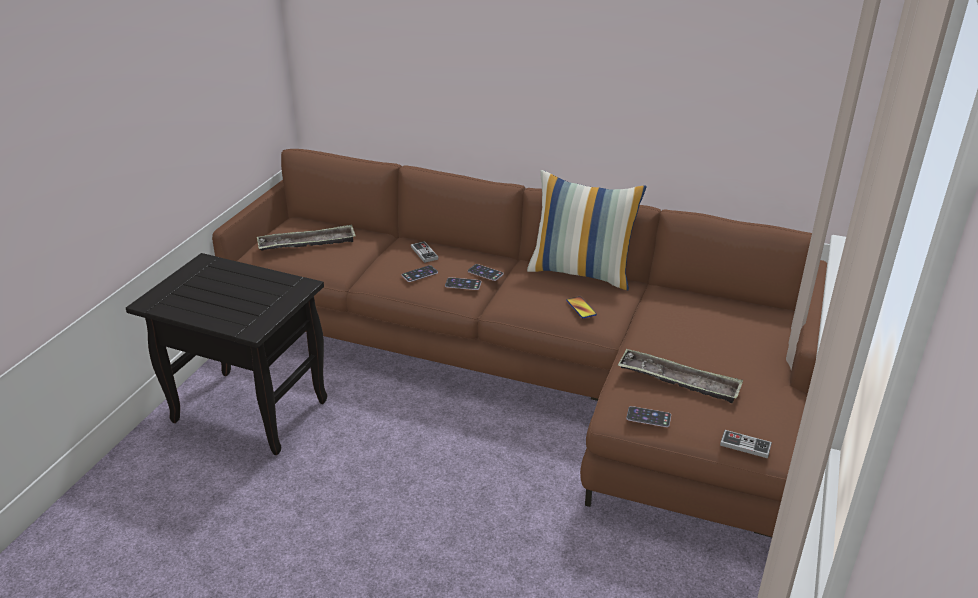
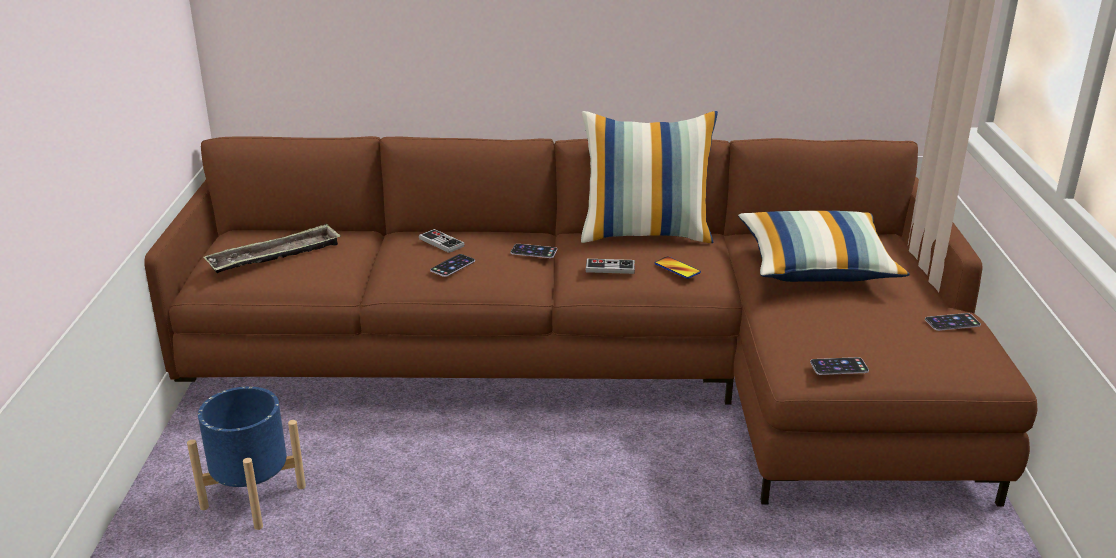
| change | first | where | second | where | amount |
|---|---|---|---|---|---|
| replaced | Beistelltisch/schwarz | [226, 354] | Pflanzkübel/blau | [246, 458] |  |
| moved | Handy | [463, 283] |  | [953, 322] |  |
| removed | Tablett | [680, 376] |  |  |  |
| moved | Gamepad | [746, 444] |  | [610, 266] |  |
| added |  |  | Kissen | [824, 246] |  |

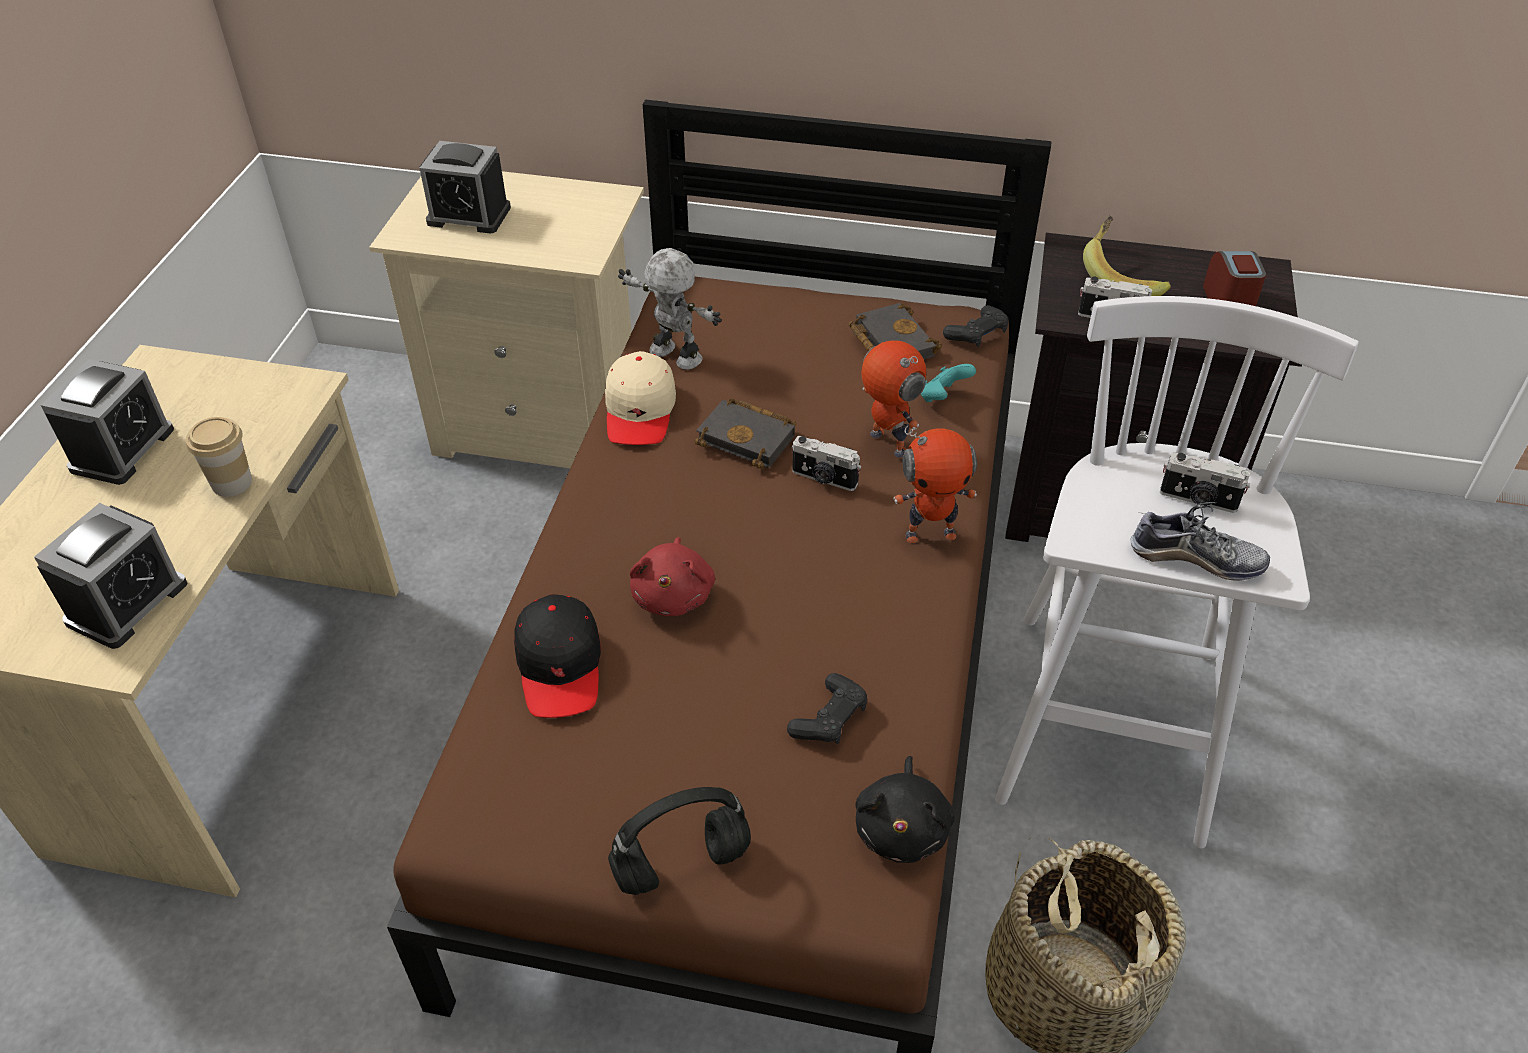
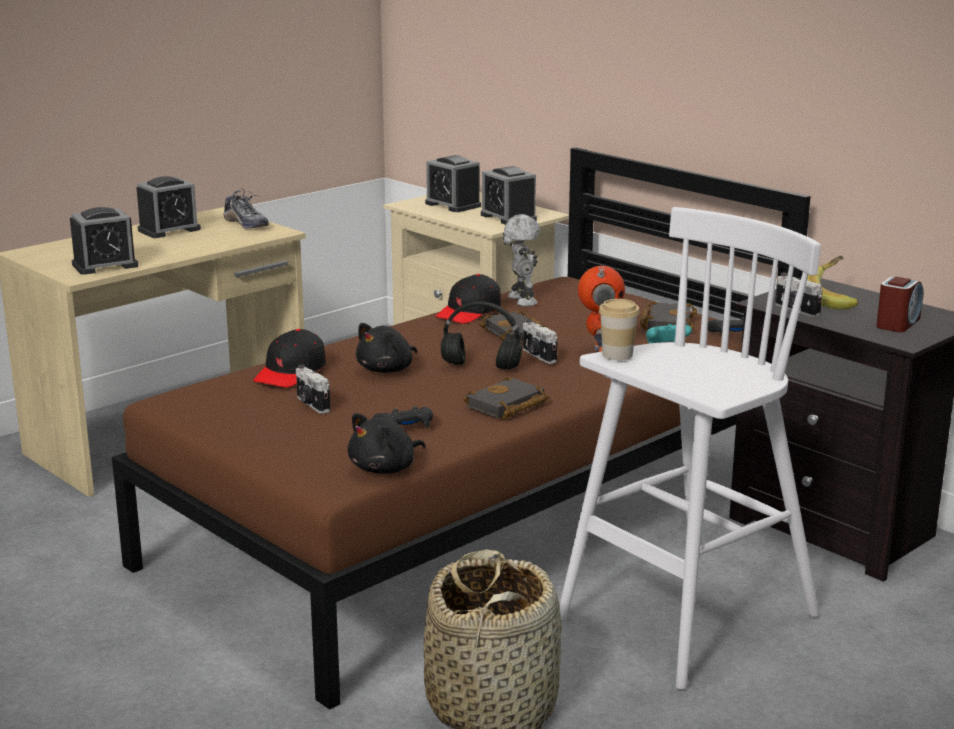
| change | first | where | second | where | amount |
|---|---|---|---|---|---|
| moved | Tasse | [219, 457] |  | [619, 329] |  |
| recoloured | Kappe/beige | [640, 398] | Kappe/schwarz | [468, 299] |  |
| moved | Kopfhörer/schwarz | [679, 841] |  | [481, 335] |  |
| recoloured | Plüschtier/rot | [672, 576] | Plüschtier/schwarz | [386, 348] |  |
| removed | Spielzeugroboter | [935, 484] |  |  |  |
| moved | Schuh | [1200, 541] |  | [246, 208] |  |
| moved | Kamera | [1205, 482] |  | [313, 389] |  |
| added |  |  | Buch/schwarz | [506, 397] |  |
| added |  |  | Wecker | [509, 195] |  |

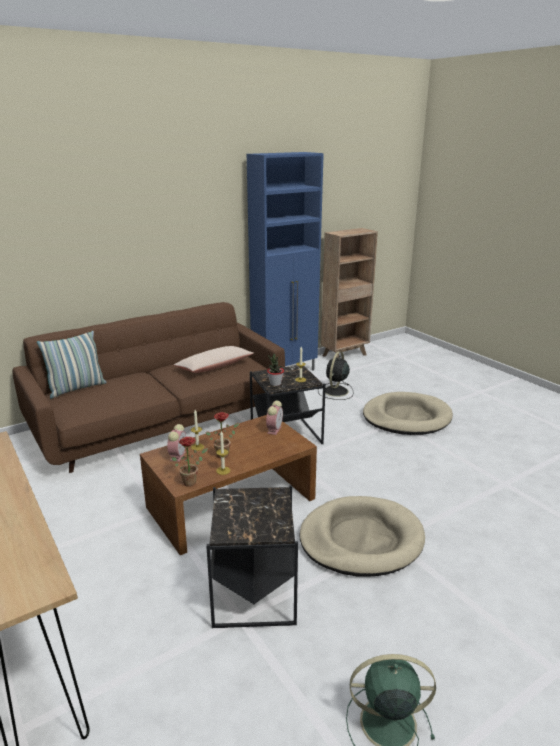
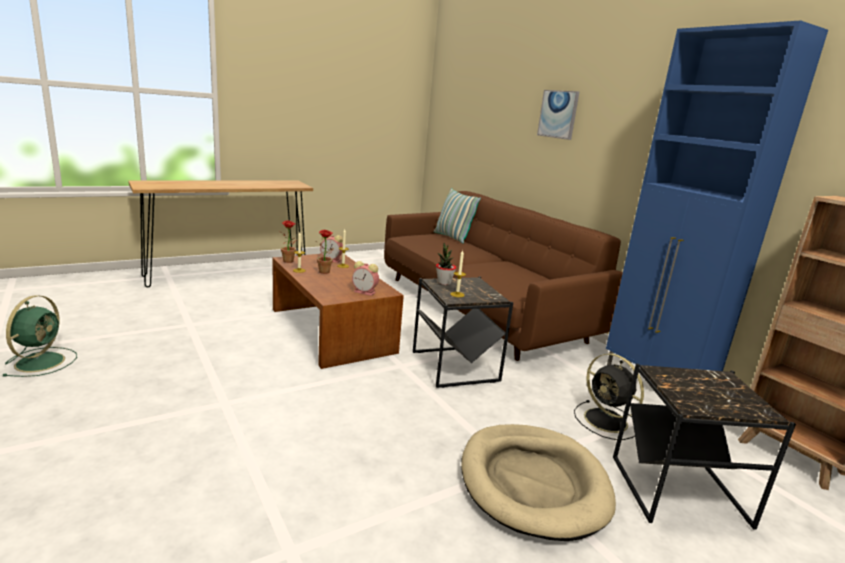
| change | first | where | second | where | amount |
|---|---|---|---|---|---|
| removed | Kissen/beige | [214, 359] |  |  |  |
| moved | Beistelltisch/schwarz | [252, 556] |  | [704, 447] |  |
| removed | Hundebett/beige | [362, 536] |  |  |  |
| turned | Ventilator/schwarz | [335, 375] |  | [609, 396] | 150 degrees counterclockwise |
| added |  |  | Bild | [558, 115] |  |

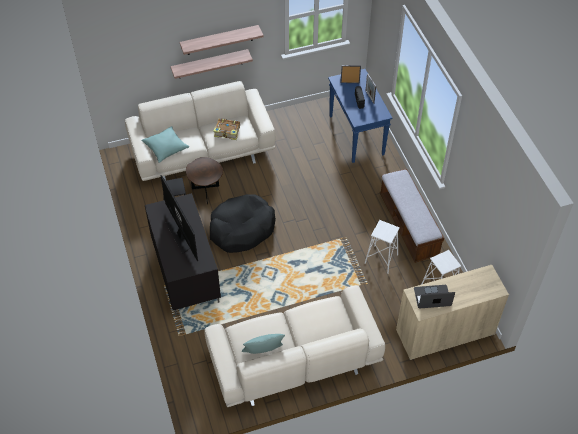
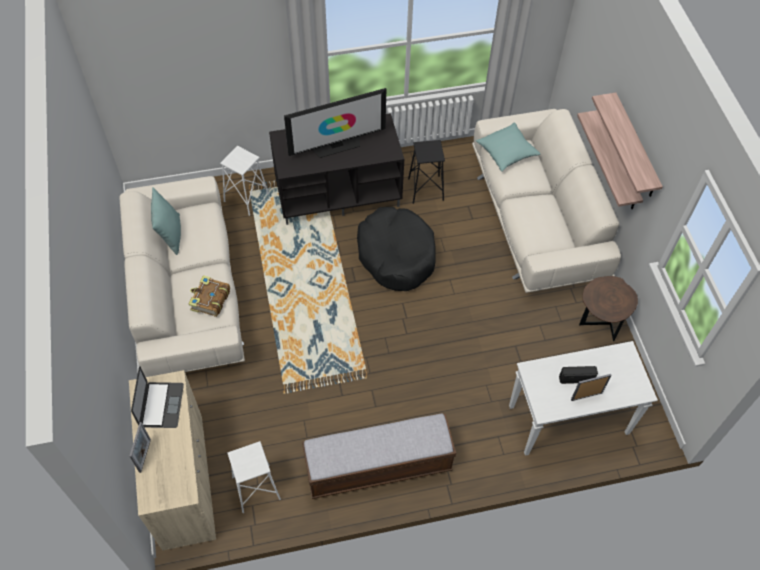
| change | first | where | second | where | amount |
|---|---|---|---|---|---|
| moved | Beistelltisch/braun | [204, 180] |  | [608, 308] |  |
| moved | Buch | [227, 129] |  | [209, 296] |  |
| recoloured | Konsolentisch/blau | [360, 116] | Konsolentisch/weiß | [583, 398] |  |
| moved | Bilderrahmen | [350, 74] |  | [140, 447] |  |
| moved | Hocker/weiß | [382, 247] |  | [244, 181] |  |

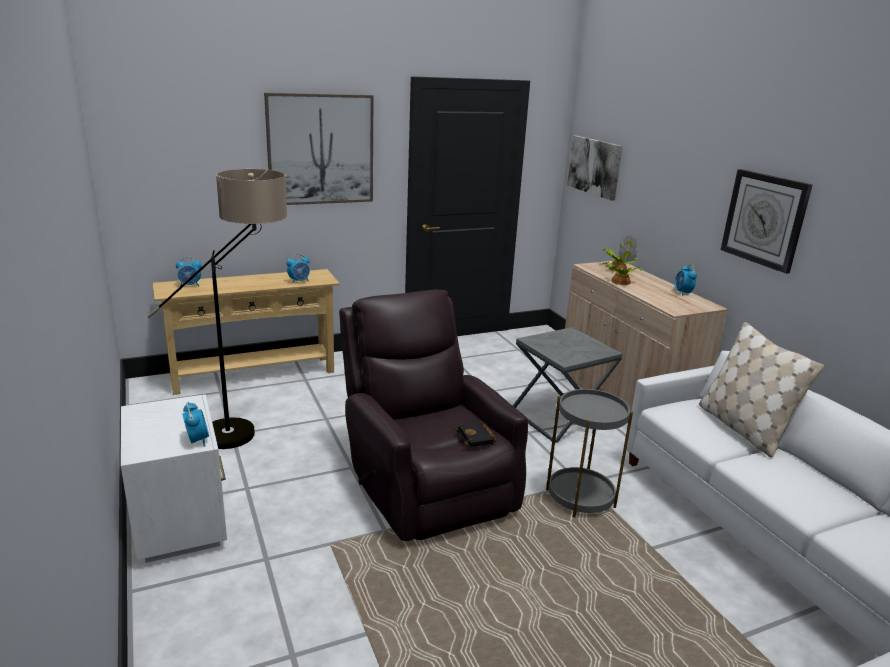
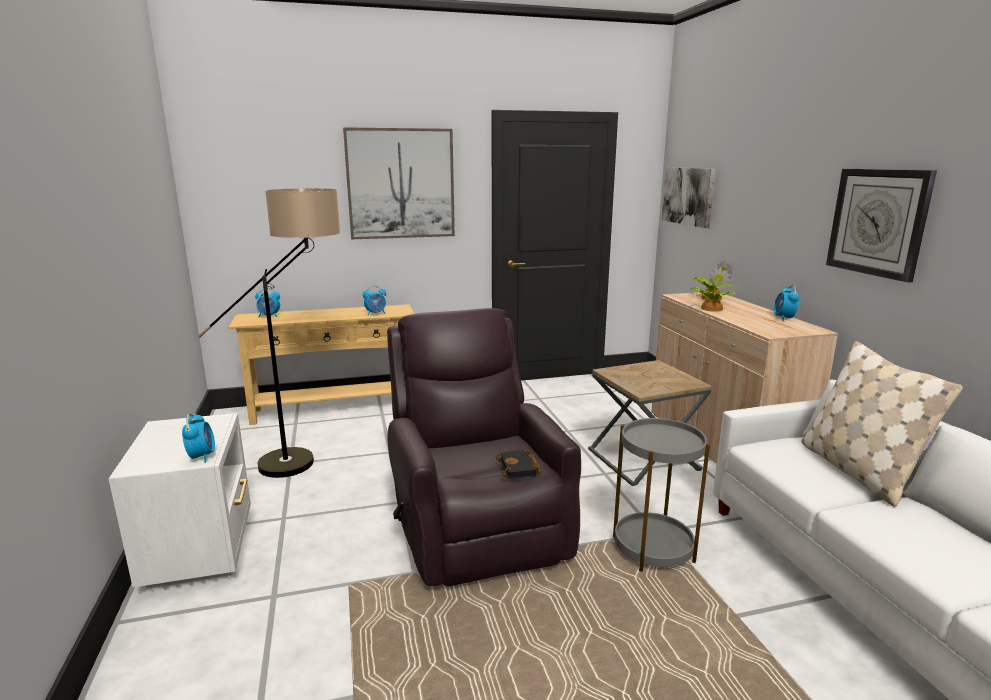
| change | first | where | second | where | amount |
|---|---|---|---|---|---|
| recoloured | Beistelltisch/grau | [567, 385] | Beistelltisch/braun | [650, 423] |  |

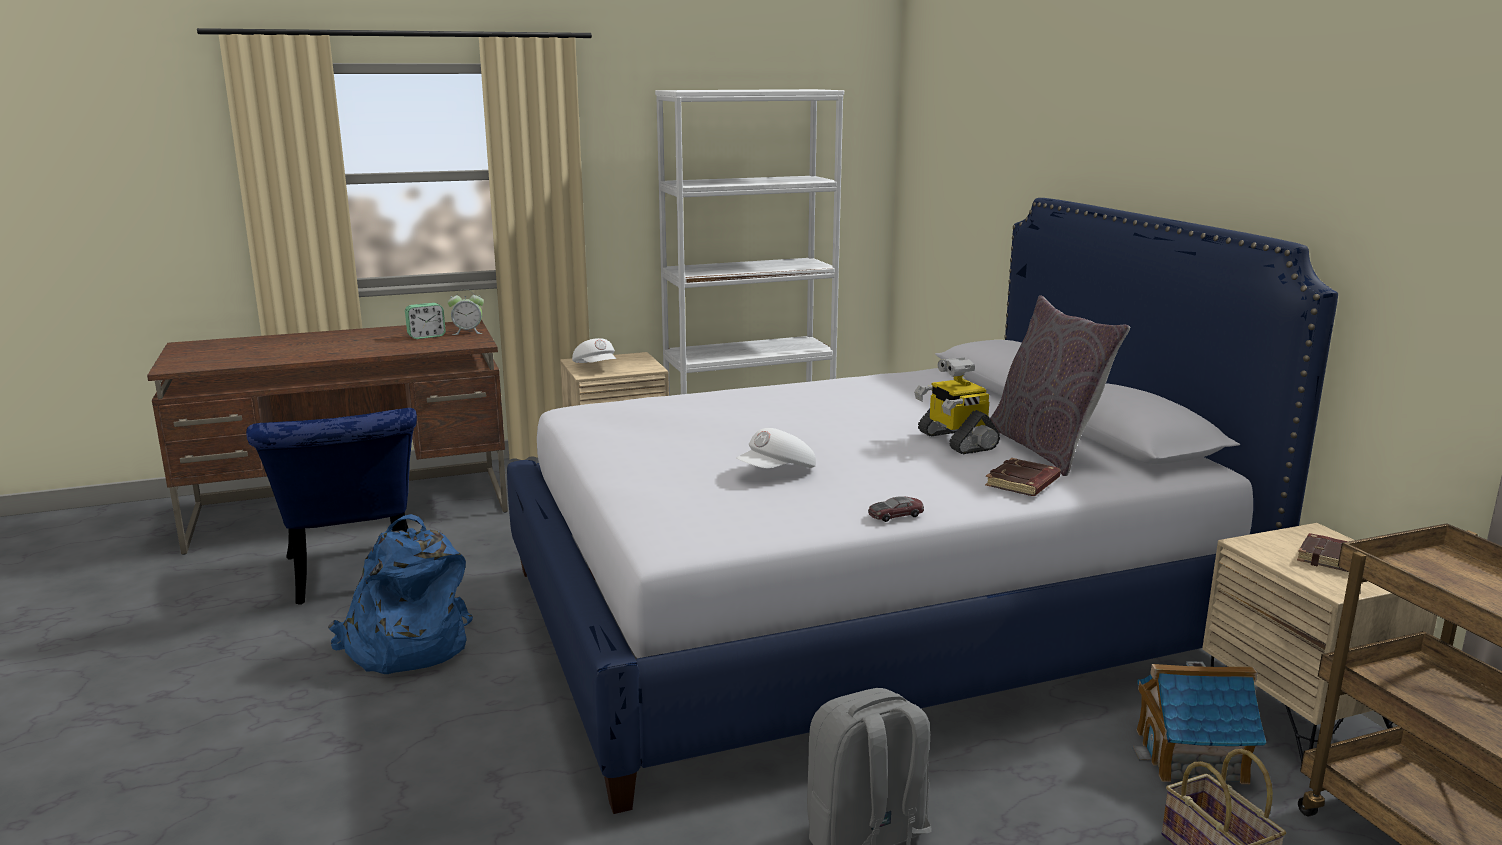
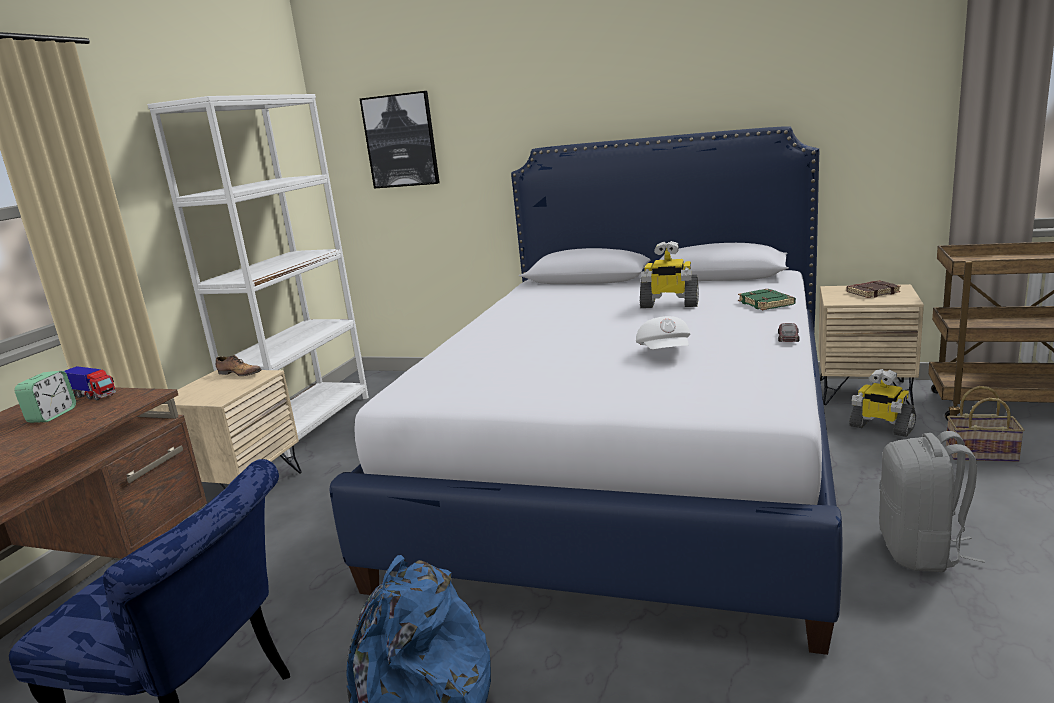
| change | first | where | second | where | amount |
|---|---|---|---|---|---|
| replaced | Wecker | [466, 312] | Spielzeuglaster | [90, 383] |  |
| removed | Kappe/weiß | [594, 350] |  |  |  |
| recoloured | Buch/braun | [1023, 477] | Buch/grün | [767, 299] |  |
| removed | Kissen/grau | [1060, 385] |  |  |  |
| replaced | Spielzeughaus | [1200, 722] | Spielzeugroboter | [882, 403] |  |
| added |  |  | Schuh | [239, 365] |  |
| added |  |  | Bild | [400, 140] |  |

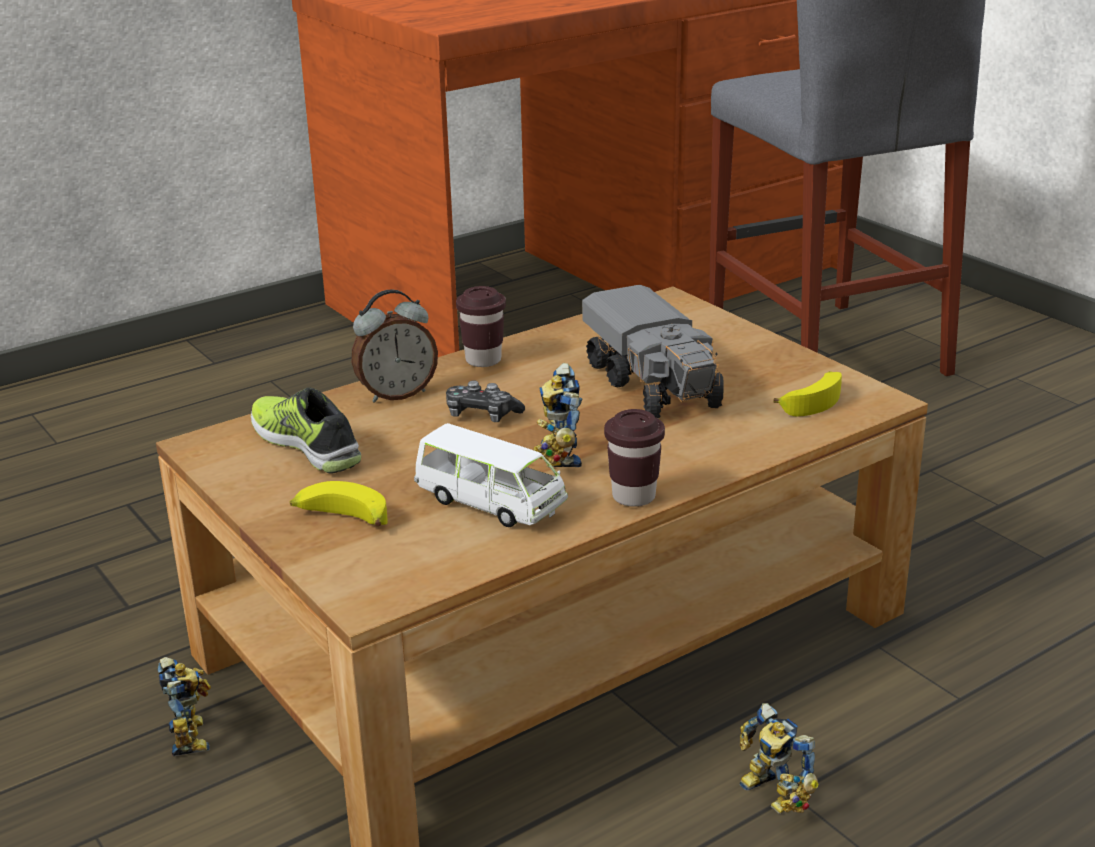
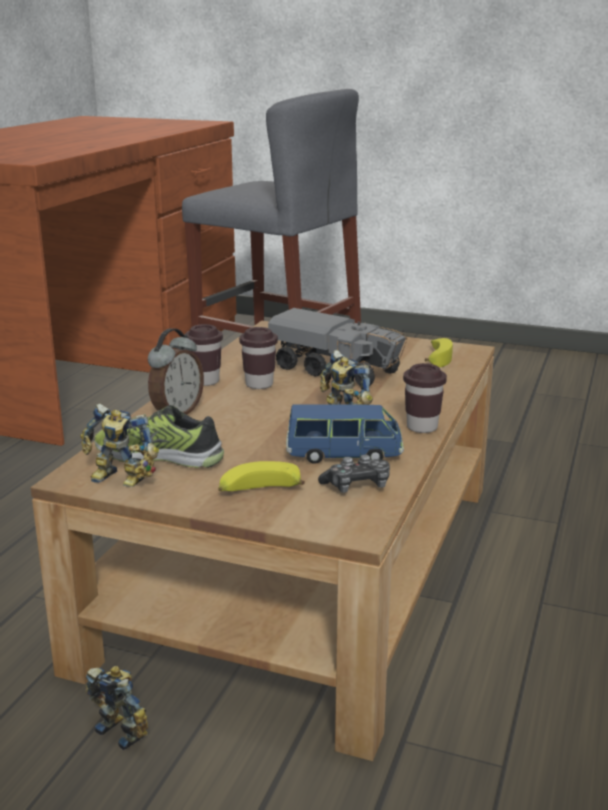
| change | first | where | second | where | amount |
|---|---|---|---|---|---|
| recoloured | Spielzeugauto/weiß | [491, 475] | Spielzeugauto/blau | [345, 434] |  |
| moved | Gamepad | [485, 401] |  | [354, 474] |  |
| moved | Spielzeugroboter | [779, 758] |  | [119, 445] |  |
| added |  |  | Tasse/braun | [258, 358] |  |

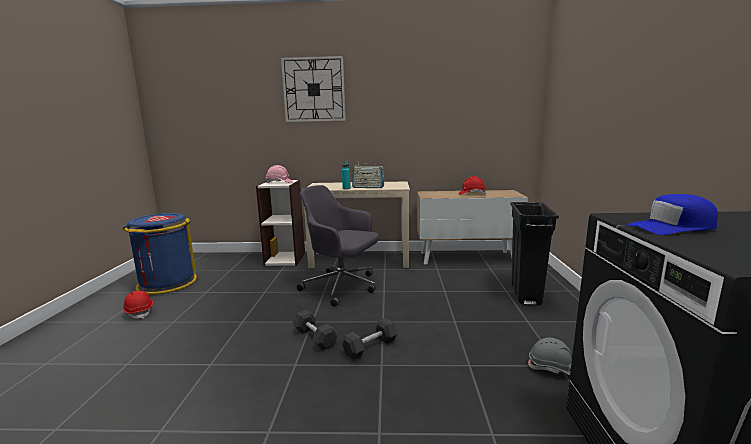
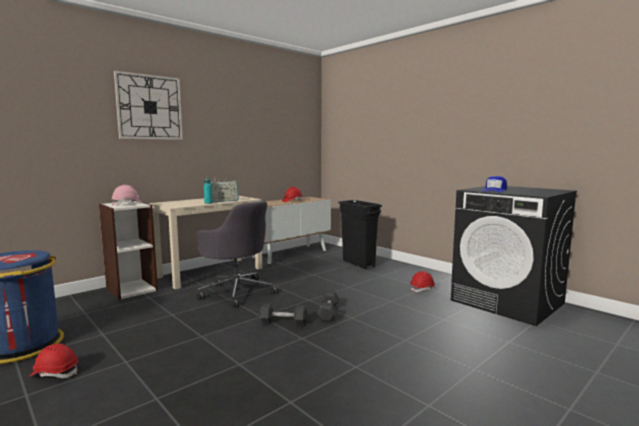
| change | first | where | second | where | amount |
|---|---|---|---|---|---|
| turned | Bürostuhl/grau | [338, 246] |  | [237, 254] | 120 degrees counterclockwise |
| recoloured | Schutzhelm/grau | [549, 357] | Schutzhelm/rot | [423, 281] |  |

